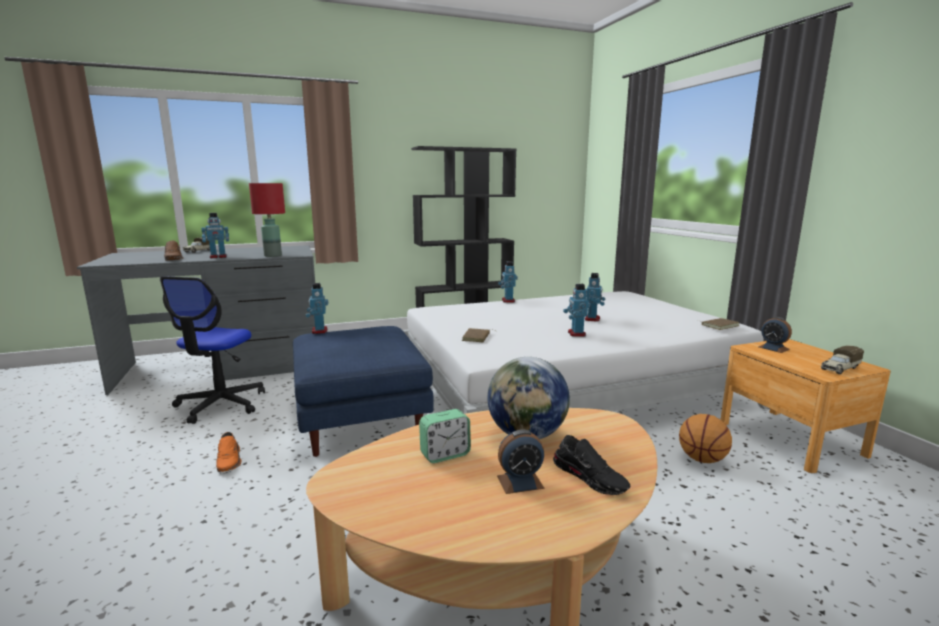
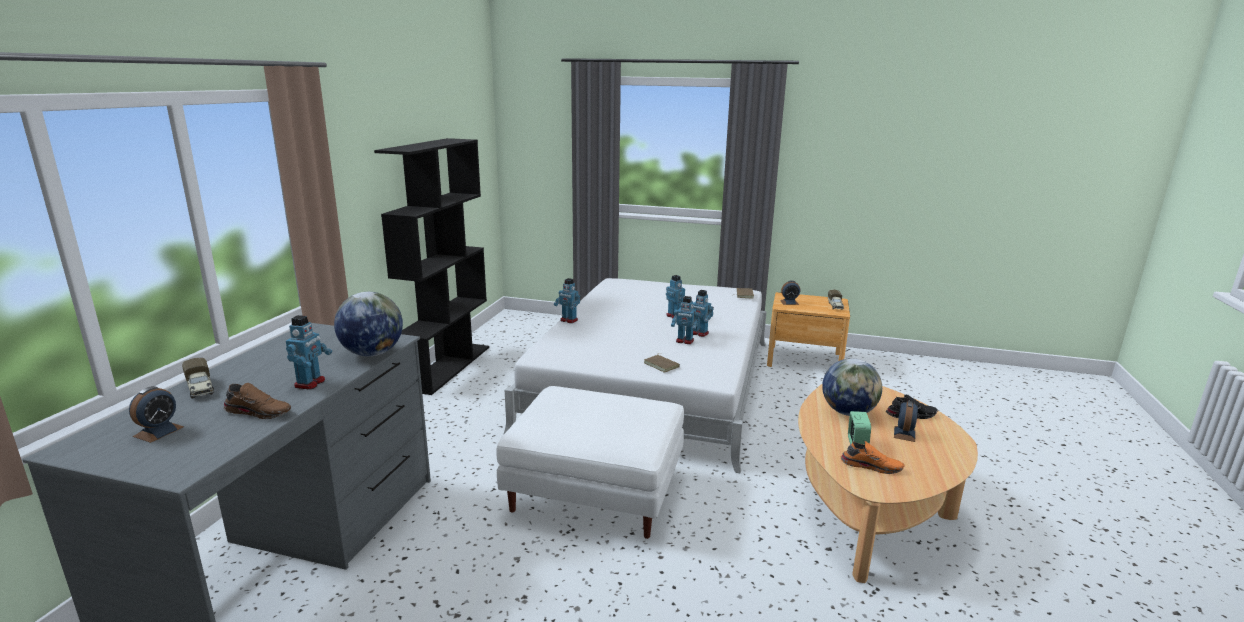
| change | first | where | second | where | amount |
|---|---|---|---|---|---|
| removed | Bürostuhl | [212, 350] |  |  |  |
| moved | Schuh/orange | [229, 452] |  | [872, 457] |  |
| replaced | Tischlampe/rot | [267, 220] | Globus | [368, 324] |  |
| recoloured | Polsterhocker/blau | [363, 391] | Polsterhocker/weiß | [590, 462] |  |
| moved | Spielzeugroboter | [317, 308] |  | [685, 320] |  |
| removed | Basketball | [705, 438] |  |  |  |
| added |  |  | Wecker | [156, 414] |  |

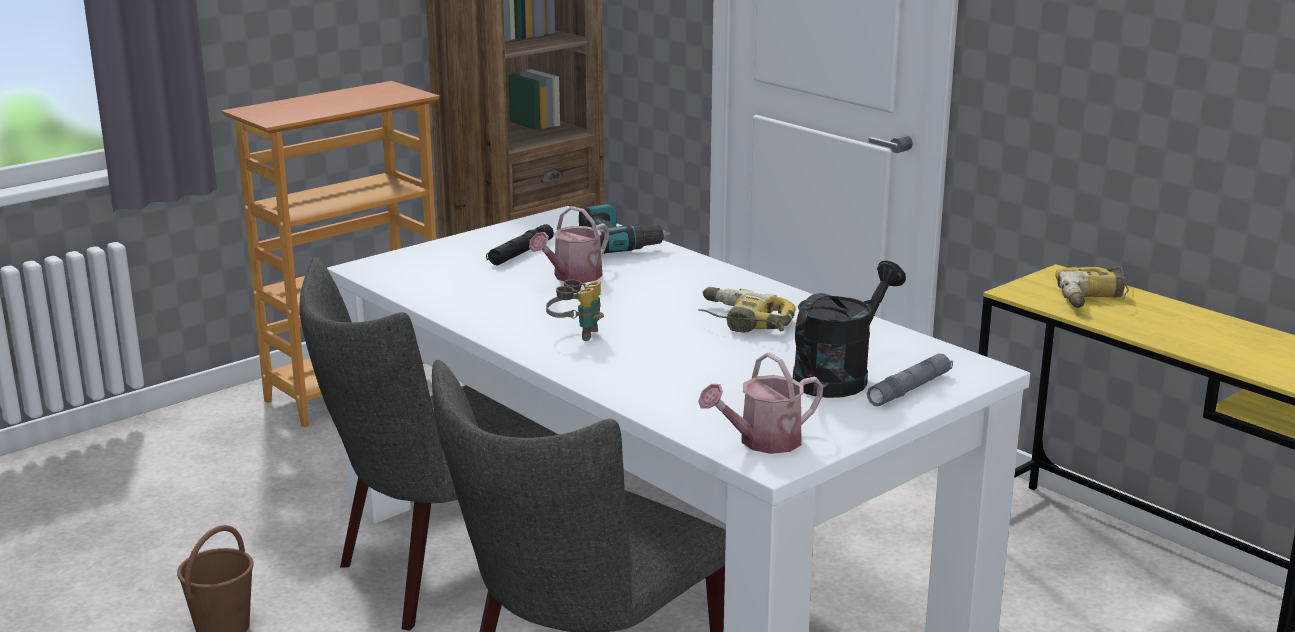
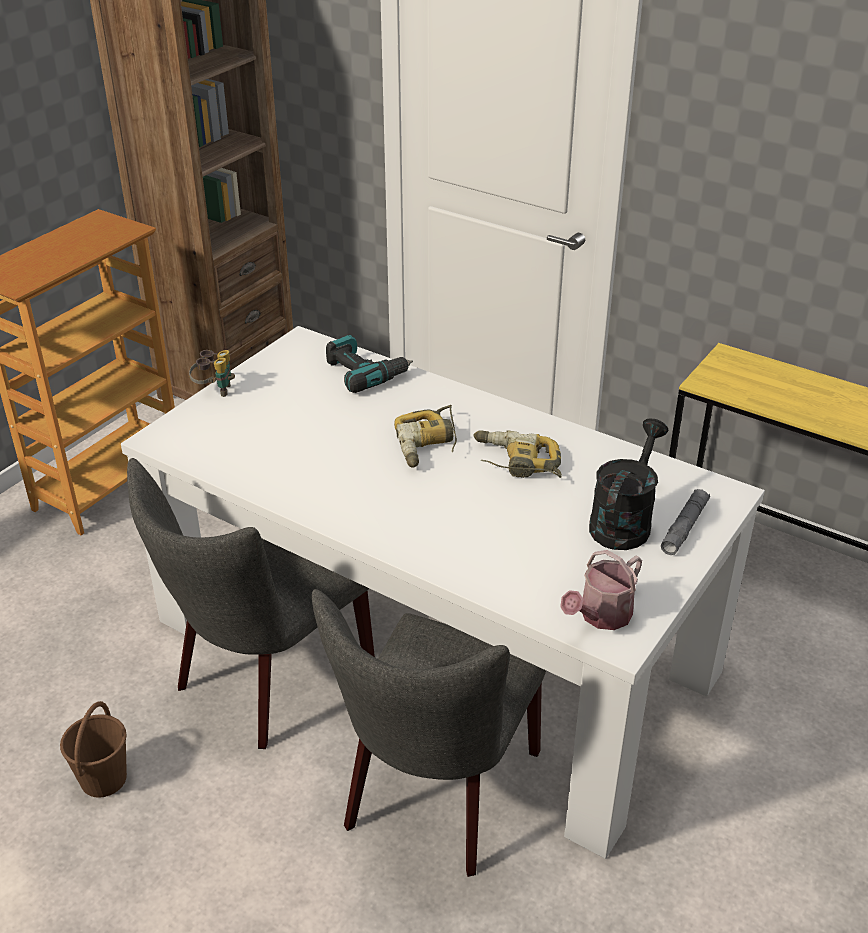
| change | first | where | second | where | amount |
|---|---|---|---|---|---|
| removed | Taschenlampe/schwarz | [520, 245] |  |  |  |
| removed | Gießkanne | [569, 244] |  |  |  |
| moved | Fernglas | [575, 310] |  | [212, 373] |  |
| moved | Bohrmaschine | [1092, 286] |  | [425, 436] |  |

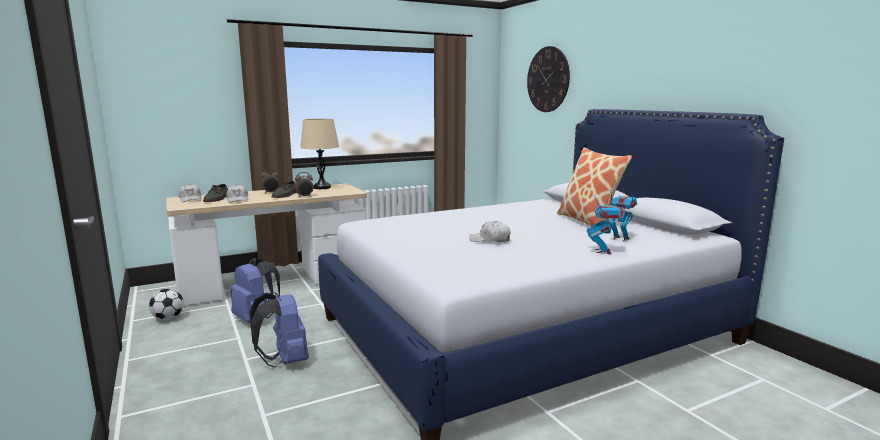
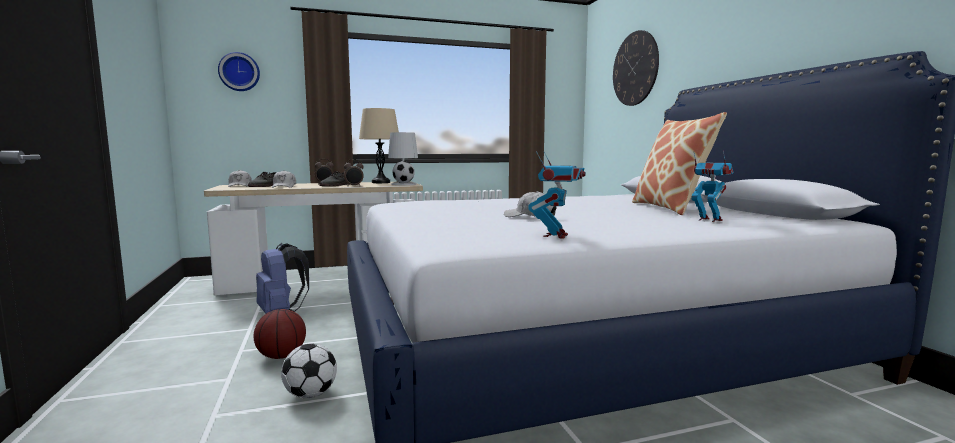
| change | first | where | second | where | amount |
|---|---|---|---|---|---|
| moved | Fußball | [166, 304] |  | [309, 370] |  |
| replaced | Rucksack/blau | [279, 330] | Basketball | [280, 334] |  |
| moved | Spielzeugroboter | [606, 225] |  | [557, 195] |  |
| added |  |  | Wanduhr | [239, 71] |  |
| added |  |  | Tischlampe/weiß | [403, 159] |  |

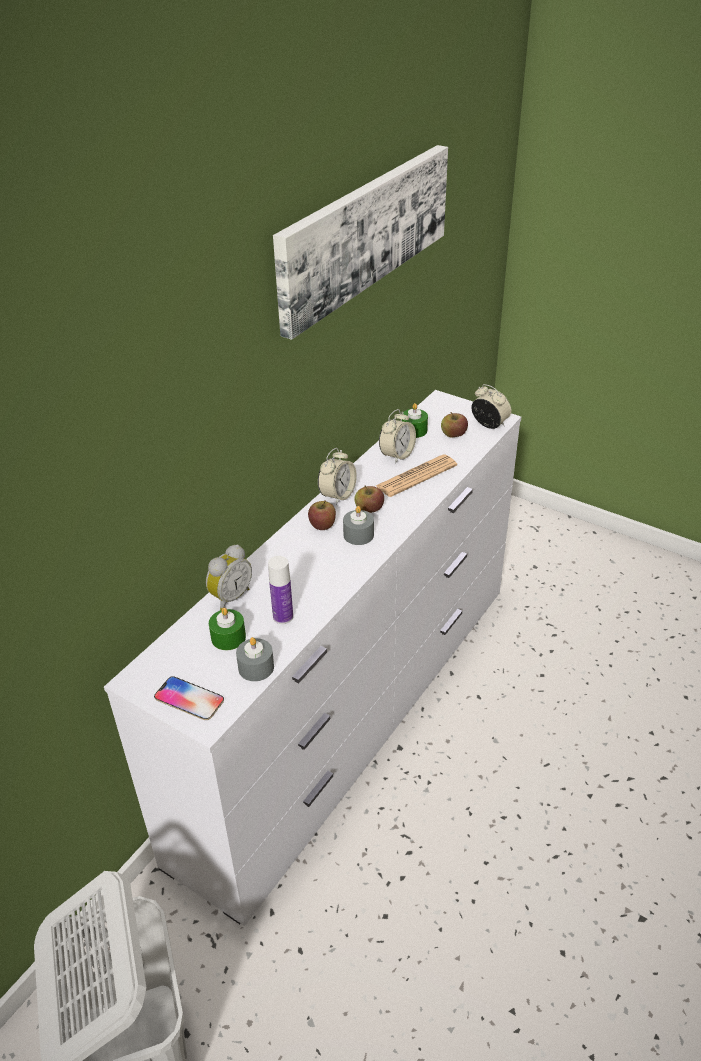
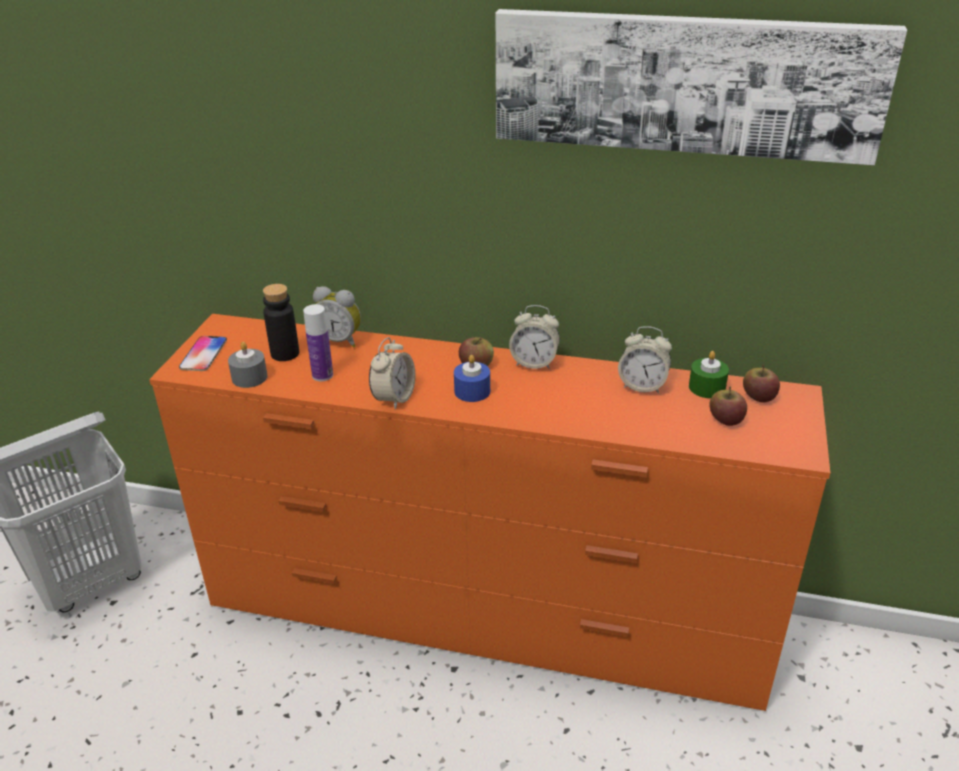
| change | first | where | second | where | amount |
|---|---|---|---|---|---|
| recoloured | Kommode/weiß | [312, 658] | Kommode/orange | [489, 512] |  |
| replaced | Kerze/grün | [227, 628] | Flasche/schwarz | [281, 322] |  |
| recoloured | Kerze/grau | [358, 525] | Kerze/blau | [472, 378] |  |
| moved | Apfel | [369, 499] |  | [761, 384] |  |
| removed | Zeitung | [416, 475] |  |  |  |
| moved | Wecker | [491, 406] |  | [392, 373] |  |

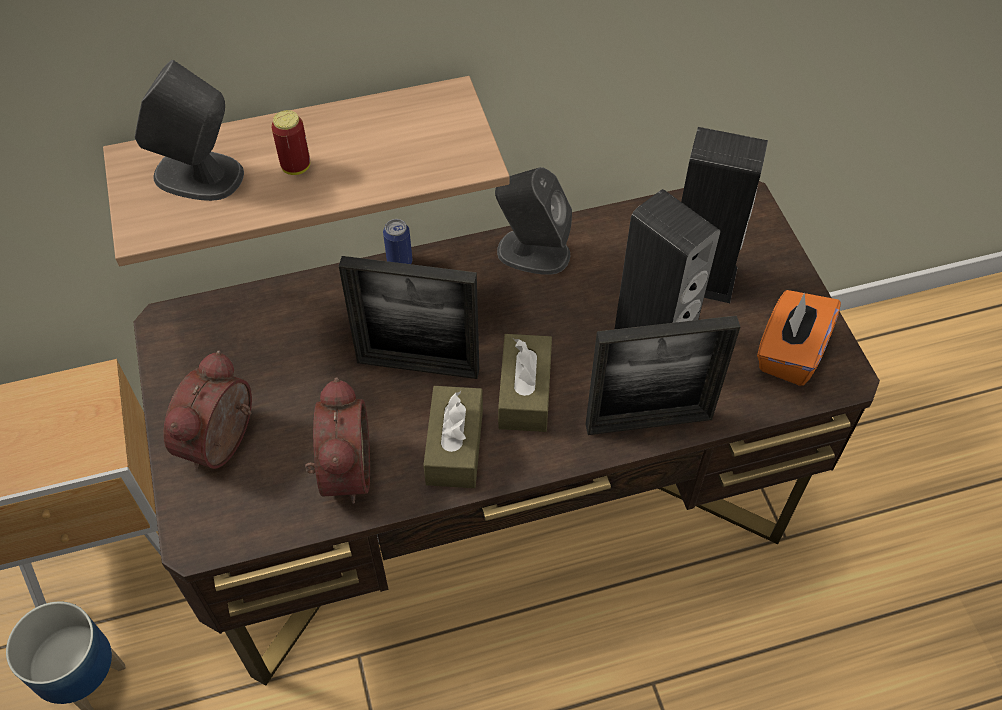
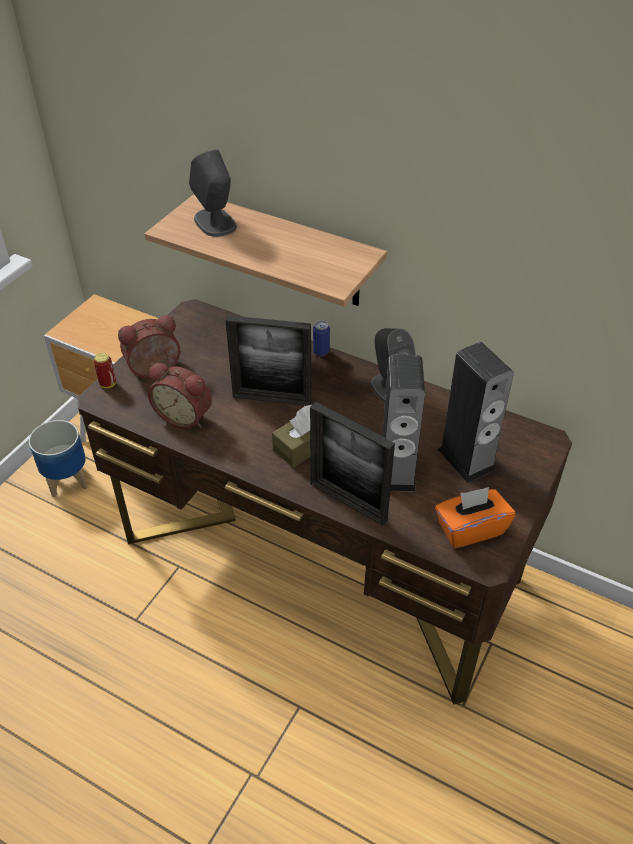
| change | first | where | second | where | amount |
|---|---|---|---|---|---|
| moved | Dose | [290, 142] |  | [105, 370] |  |
| turned | Wecker | [337, 440] |  | [180, 396] | 75 degrees clockwise |
| turned | Bilderrahmen | [409, 317] |  | [268, 360] | 45 degrees counterclockwise |
| removed | Taschentuchbox/braun | [453, 437] |  |  |  |

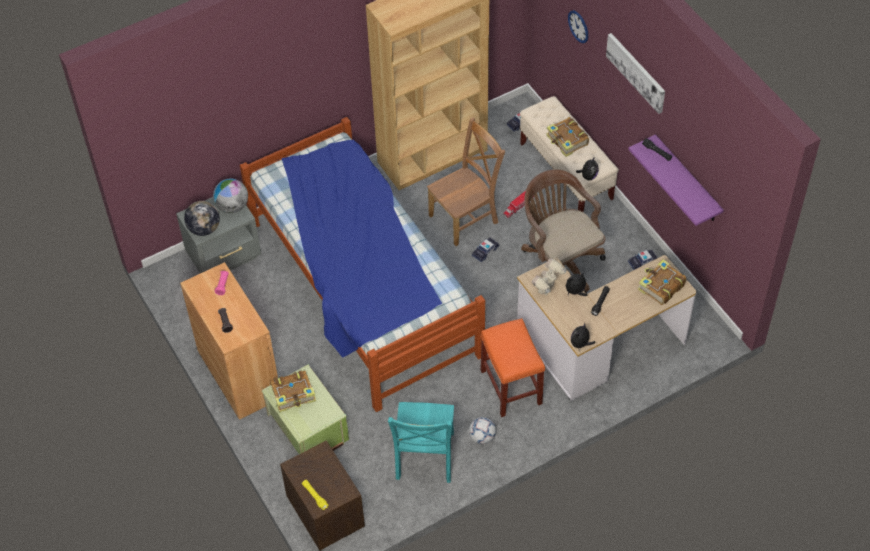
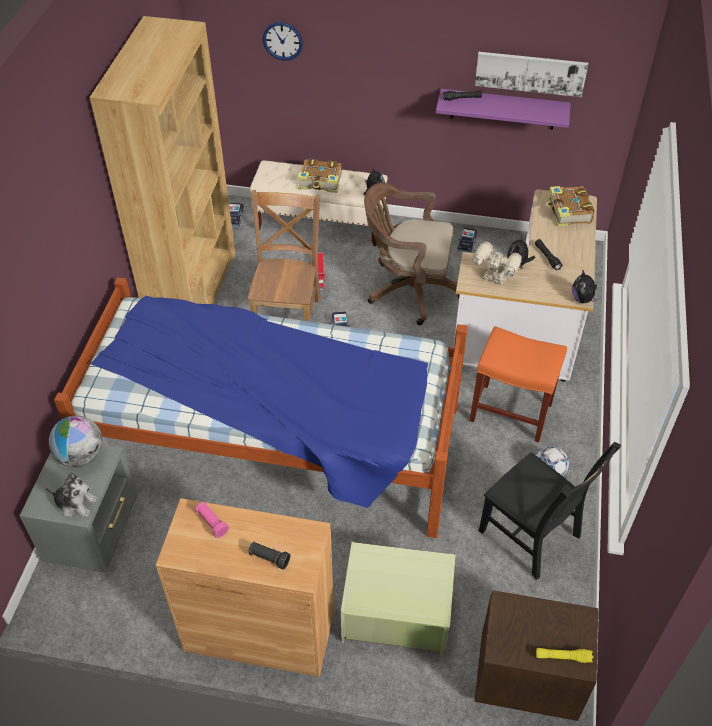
| change | first | where | second | where | amount |
|---|---|---|---|---|---|
| replaced | Globus | [202, 218] | Plüschtier | [71, 494] |  |
| removed | Buch | [293, 391] |  |  |  |
| recoloured | Stuhl/türkis | [421, 442] | Stuhl/schwarz | [550, 511] |  |
| turned | Spielzeugroboter | [549, 277] |  | [497, 263] | 135 degrees clockwise |
| moved | Bild | [635, 73] |  | [531, 74] |  |

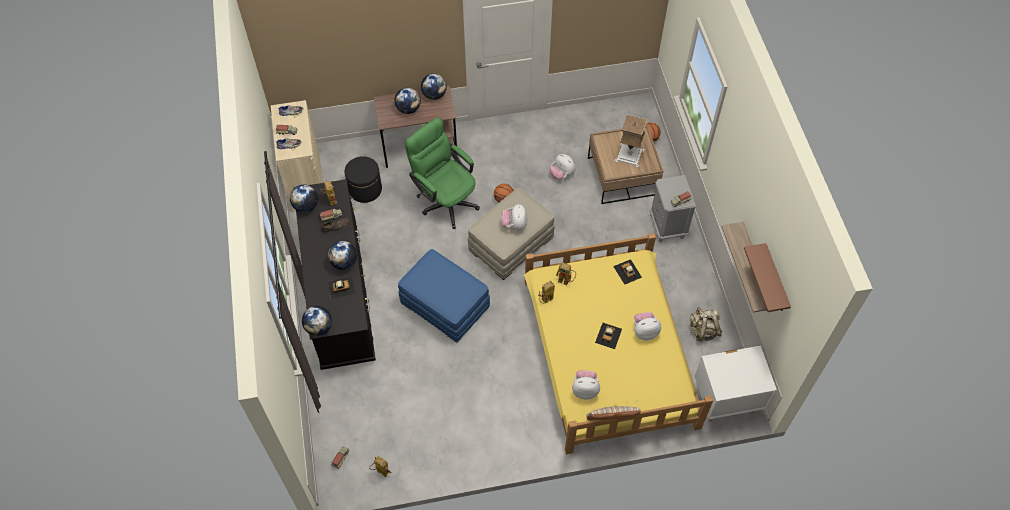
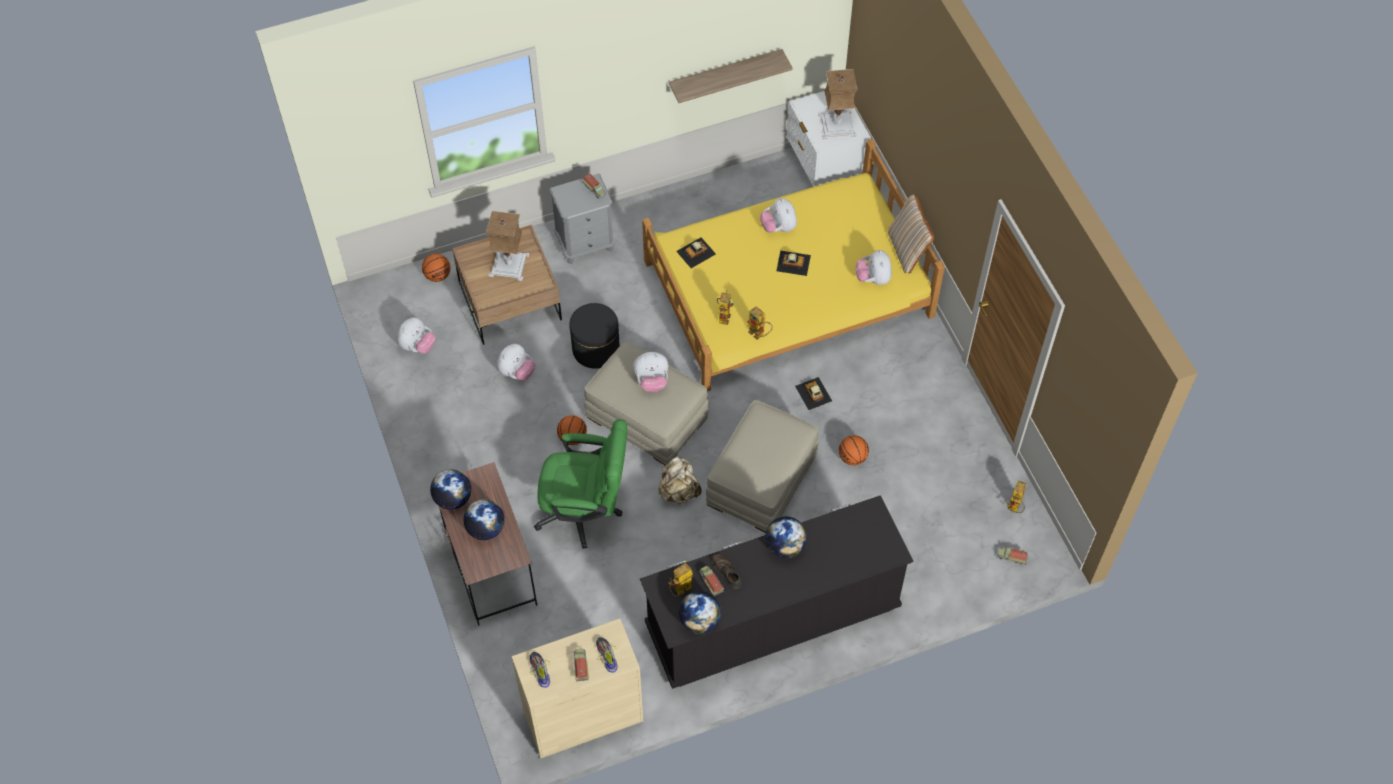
| change | first | where | second | where | amount |
|---|---|---|---|---|---|
| removed | Globus | [317, 321] |  |  |  |
| moved | Spielzeugauto | [342, 287] |  | [813, 393] |  |
| moved | Polsterhocker/schwarz | [363, 179] |  | [594, 336] |  |
| recoloured | Polsterhocker/blau | [444, 296] | Polsterhocker/beige | [762, 466] |  |
| turned | Bürostuhl/grün | [442, 173] |  | [580, 484] | 120 degrees counterclockwise |
| moved | Rucksack/beige | [706, 324] |  | [680, 480] |  |
| removed | Wandregal/braun | [767, 277] |  |  |  |
| added |  |  | Plüschtier | [416, 336] |  |
| added |  |  | Tischlampe | [838, 104] |  |
| added |  |  | Basketball | [854, 450] |  |

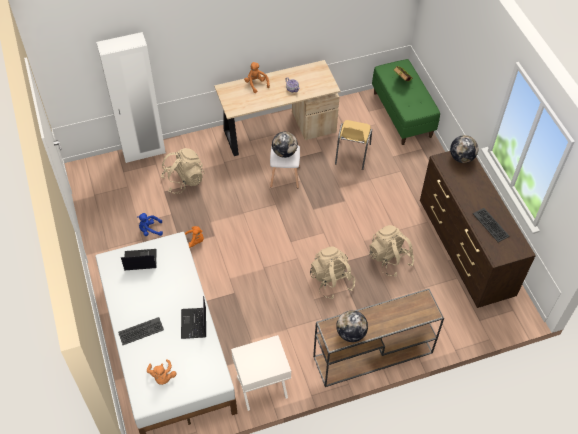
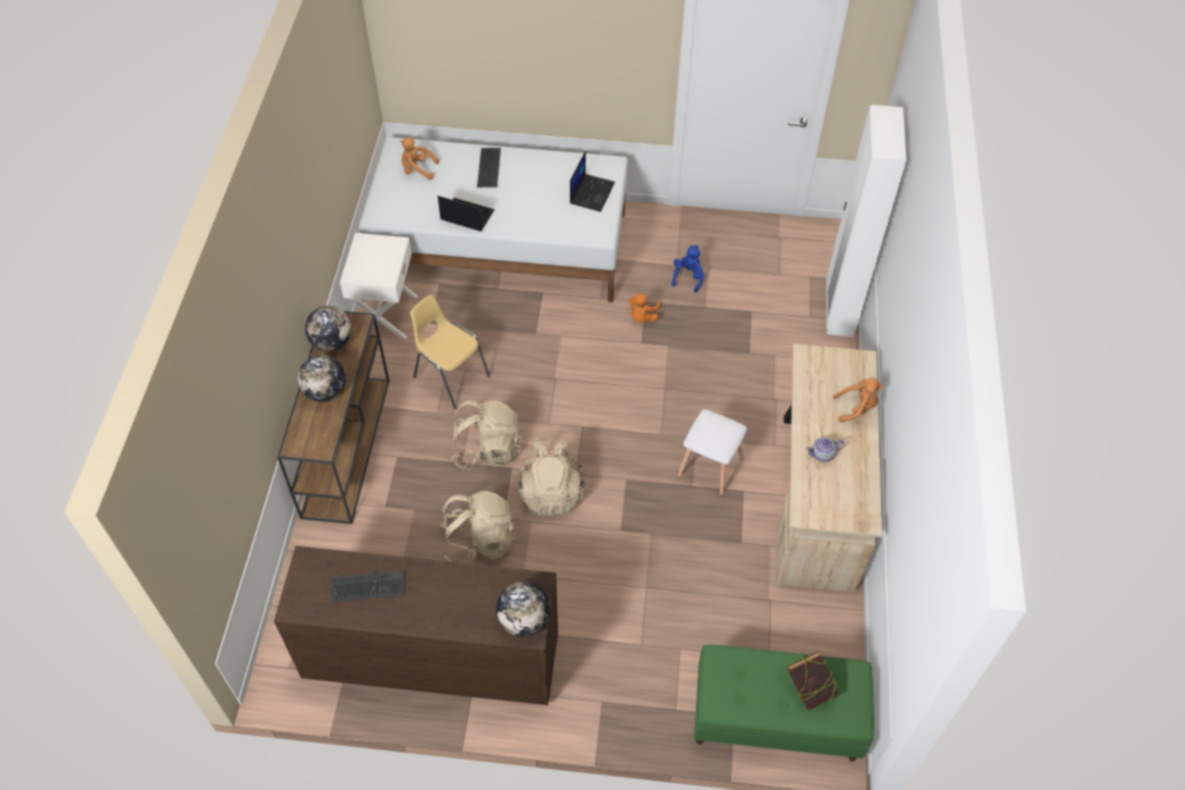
| change | first | where | second | where | amount |
|---|---|---|---|---|---|
| moved | Rucksack/beige | [182, 171] |  | [551, 477] |  |
| moved | Globus | [285, 145] |  | [322, 378] |  |
| moved | Stuhl/gelb | [353, 145] |  | [450, 352] |  |

